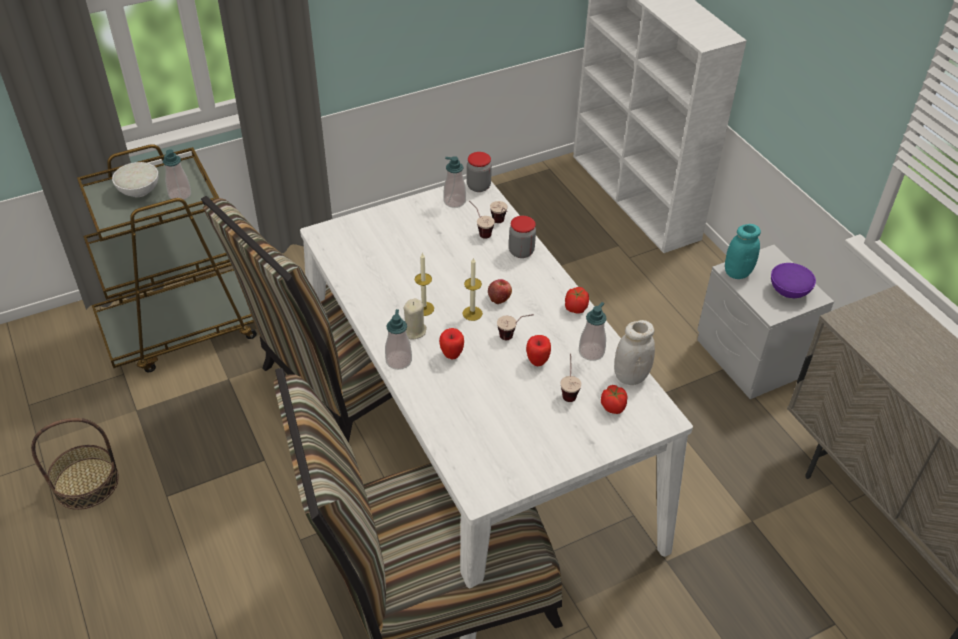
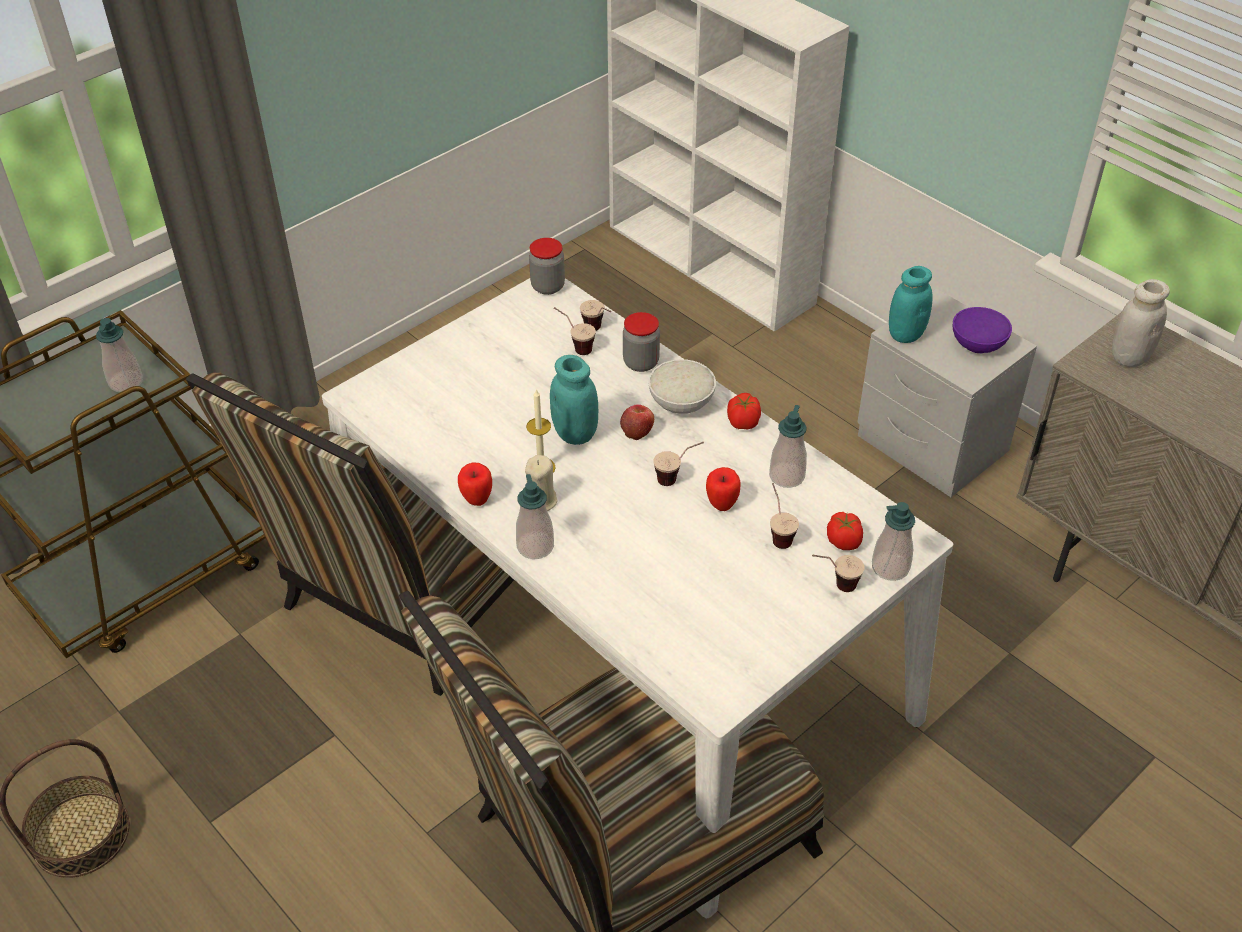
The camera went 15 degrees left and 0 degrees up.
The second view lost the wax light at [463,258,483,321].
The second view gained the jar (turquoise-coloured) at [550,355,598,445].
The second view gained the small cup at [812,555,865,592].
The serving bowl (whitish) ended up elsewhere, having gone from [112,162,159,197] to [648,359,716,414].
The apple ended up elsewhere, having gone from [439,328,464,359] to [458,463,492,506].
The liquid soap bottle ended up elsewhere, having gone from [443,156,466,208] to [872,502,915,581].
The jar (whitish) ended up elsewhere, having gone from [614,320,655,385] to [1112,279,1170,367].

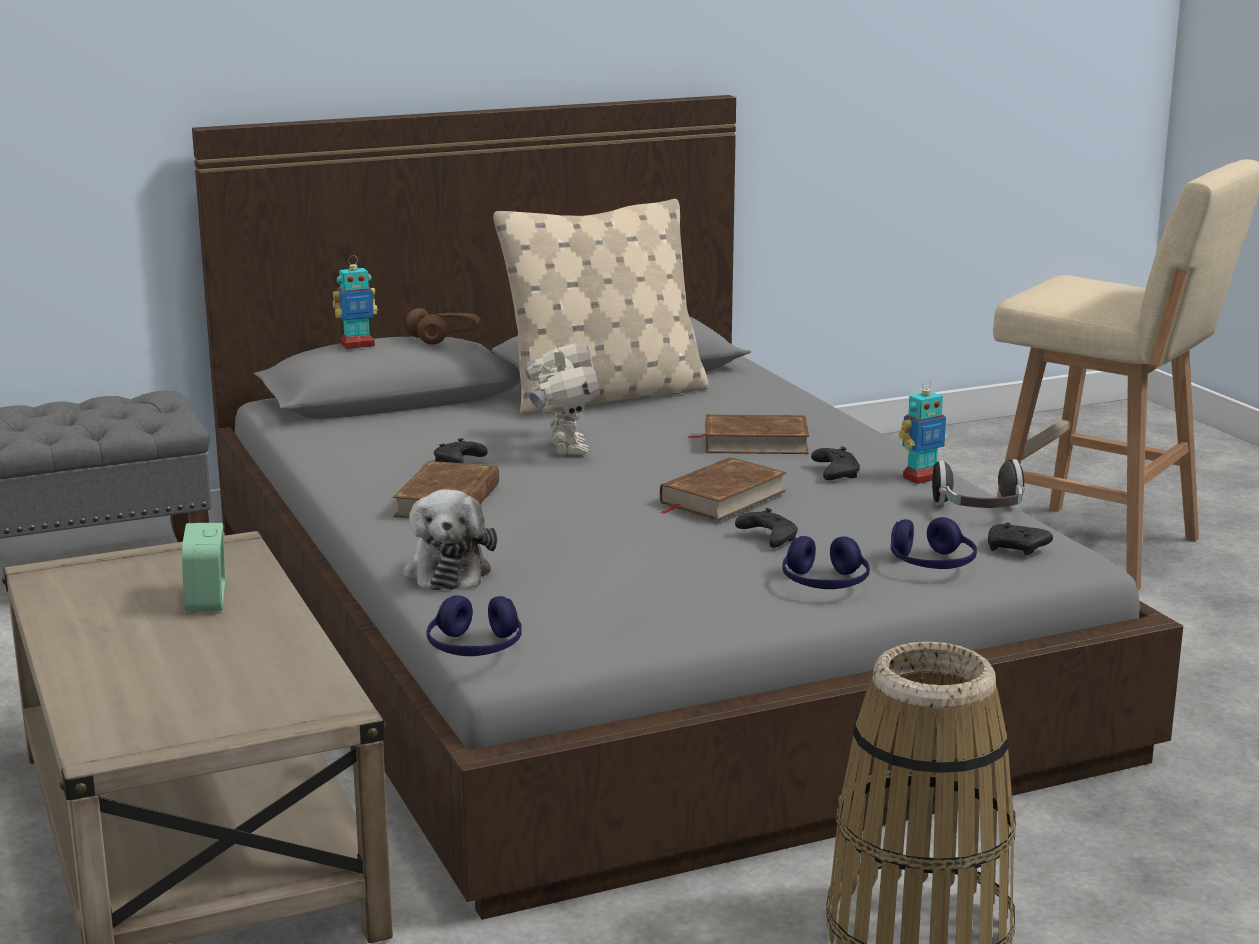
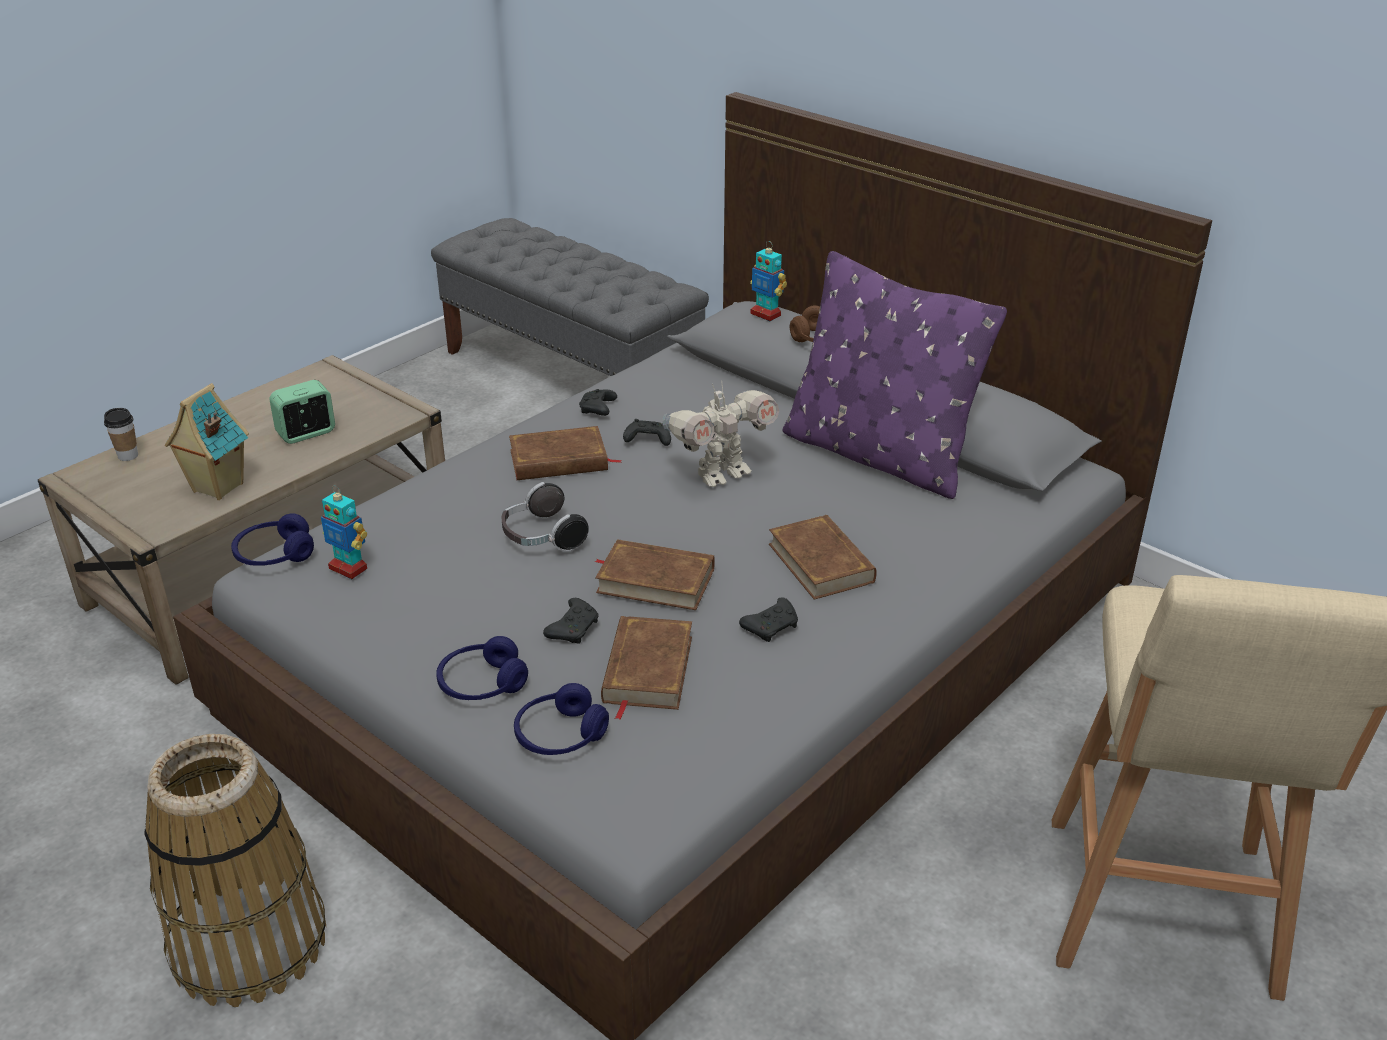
The camera went 65 degrees right and 15 degrees up.
The second view lost the cuddly toy at [403,489,497,590].
The second view gained the small cup at [104,408,138,461].
The second view gained the toy house at [165,383,249,500].
The second view gained the book (brown-coloured) at [601,616,692,720].
The toy robot ended up elsewhere, having gone from [899,379,947,484] to [321,486,367,579].
The headphones ended up elsewhere, having gone from [932,459,1025,508] to [502,482,589,552].
The joypad (black) ended up elsewhere, having gone from [988,523,1053,555] to [579,389,617,416].
What was the cushion (sand-coloured) at [493,199,709,415] turned into the cushion (purplish) at [783,251,1007,499].

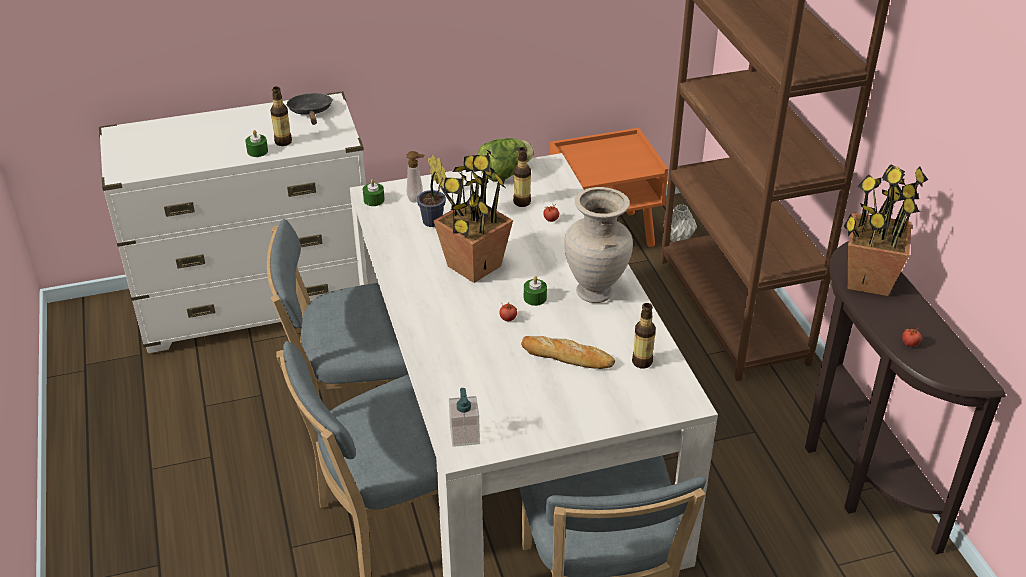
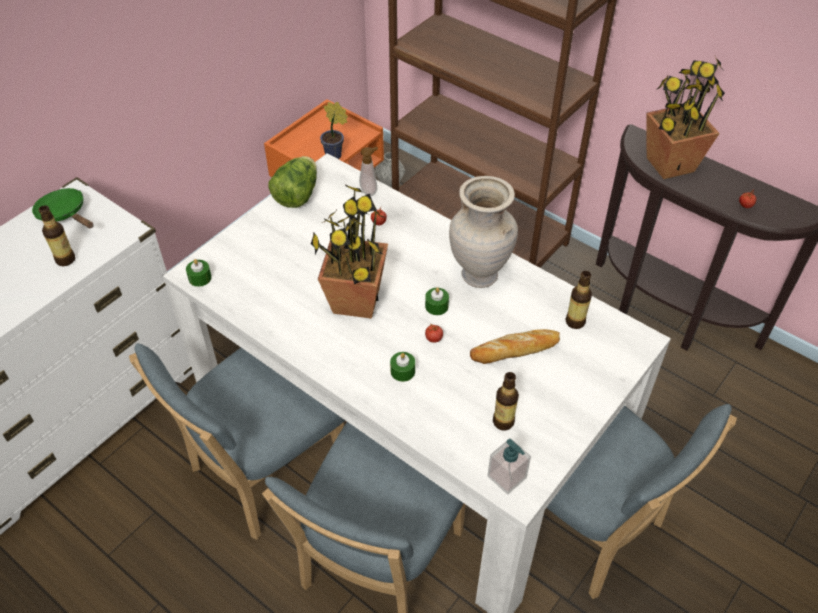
The camera went 35 degrees left and 10 degrees up.
The wax light (greenish) ended up elsewhere, having gone from [245,130,268,157] to [390,352,415,382].
The liquid soap bottle ended up elsewhere, having gone from [407,151,425,203] to [359,147,378,196].
The plant in a pot ended up elsewhere, having gone from [417,155,447,227] to [320,102,348,159].
The bottle ended up elsewhere, having gone from [513,147,531,207] to [493,372,519,430].
What was the pan (black) at [286,93,333,125] turned into the pan (greenish) at [32,188,94,228].

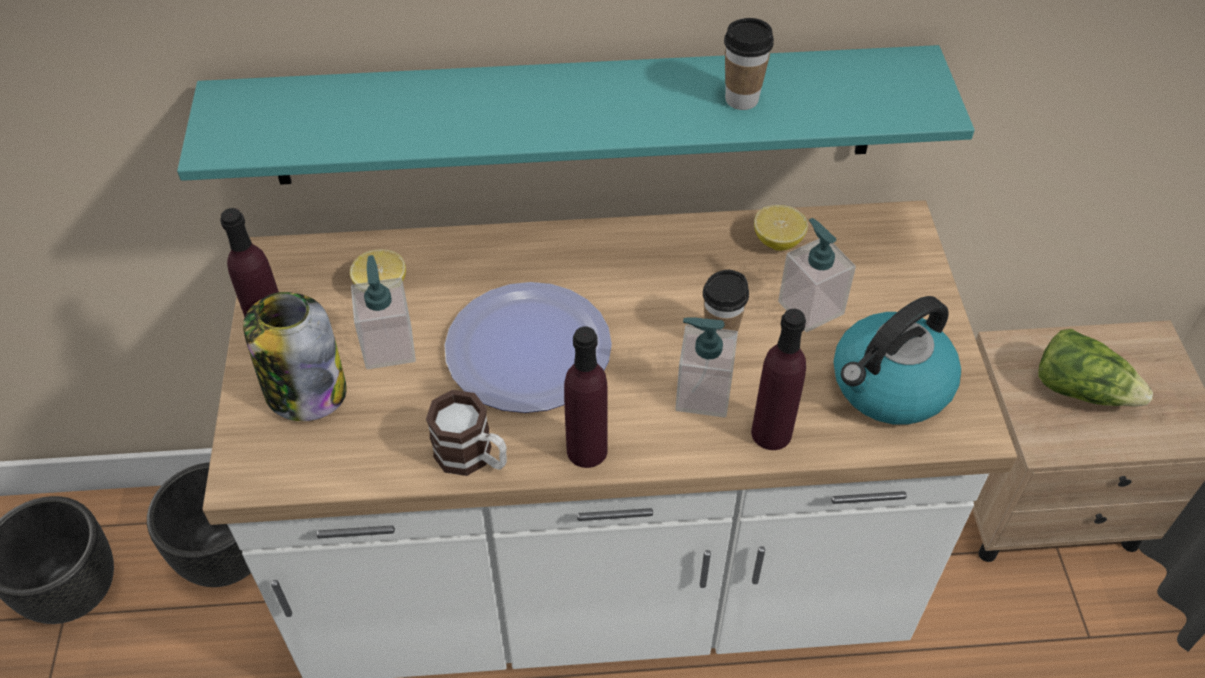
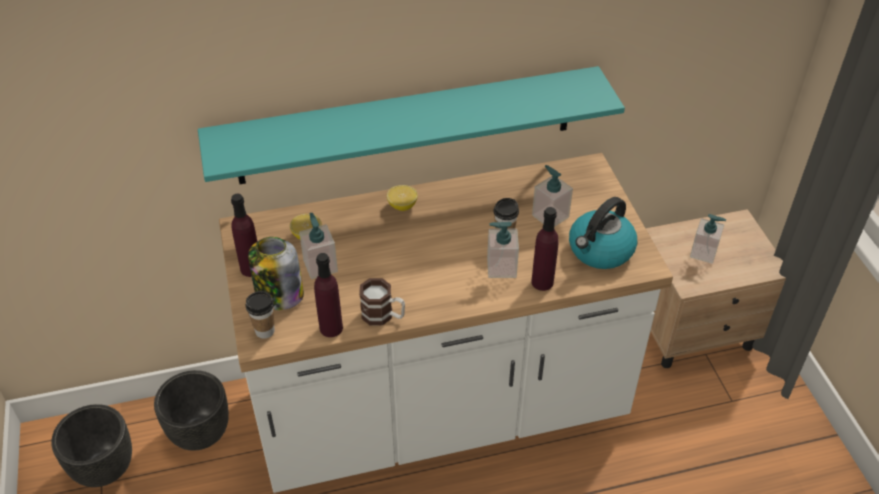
The camera went 10 degrees left and 5 degrees down.
The second view lost the flat dish at [445,282,612,413].
The bottle (purplish) ended up elsewhere, having gone from [564,327,608,468] to [314,253,343,337].
The small cup ended up elsewhere, having gone from [724,18,774,110] to [246,291,275,339].
The lemon ended up elsewhere, having gone from [754,205,808,251] to [387,185,418,211].
Where the lettuce stood at [1038,329,1153,406], the liquid soap bottle came to stand at [690,214,726,264].

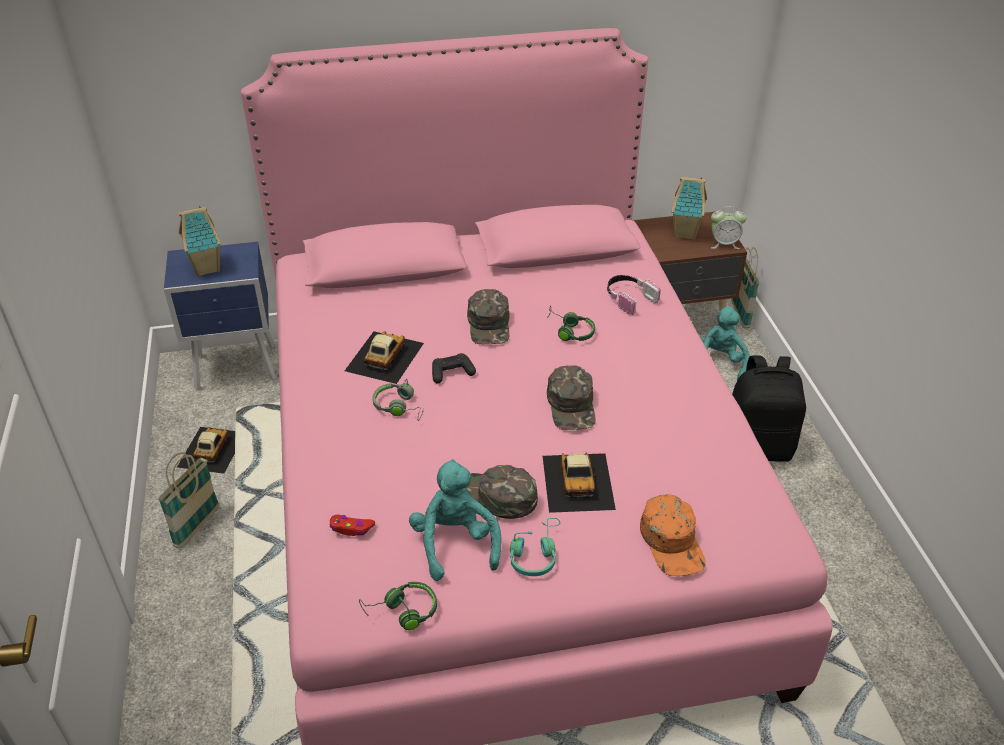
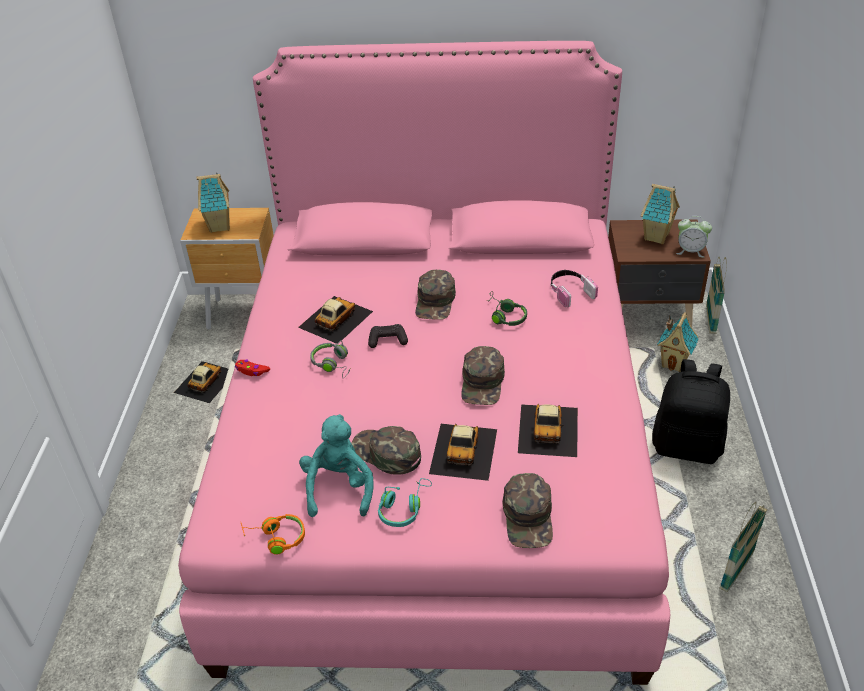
The camera went 15 degrees right and 0 degrees up.
The second view gained the model car at [518,404,578,457].
The household basket ended up elsewhere, having gone from [158,452,219,548] to [720,502,767,592].
The joypad (red-coloured) ended up elsewhere, having gone from [330,515,375,536] to [235,359,270,376].
Where the cuddly toy (turquoise-coloured) stood at [700,307,750,381], the toy house came to stand at [657,312,699,372].
What was the nightstand (blue) at [164,242,276,390] turned into the nightstand (brown-coloured) at [180,208,274,330].
What was the headphones (greenish) at [359,582,437,630] turned into the headphones (orange) at [241,514,305,555].
What was the baseball cap (orange) at [640,494,706,576] turned into the baseball cap (greenish) at [503,473,553,548].

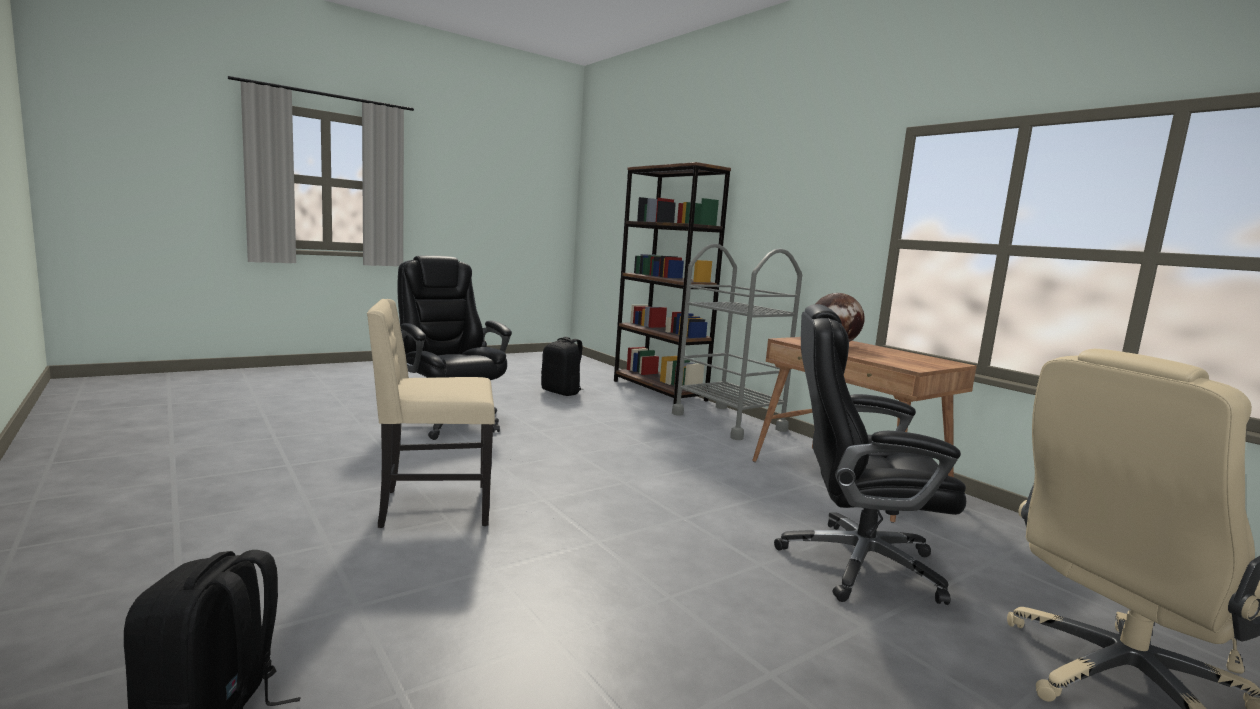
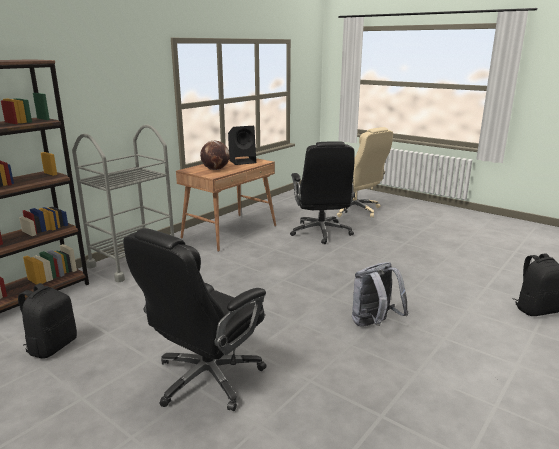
The camera went 105 degrees left and 10 degrees up.
The second view gained the audio speaker (black) at [228,126,256,165].
Where the upright chair (sand-coloured) stood at [367,299,495,528], the backpack (grey) came to stand at [352,262,409,327].

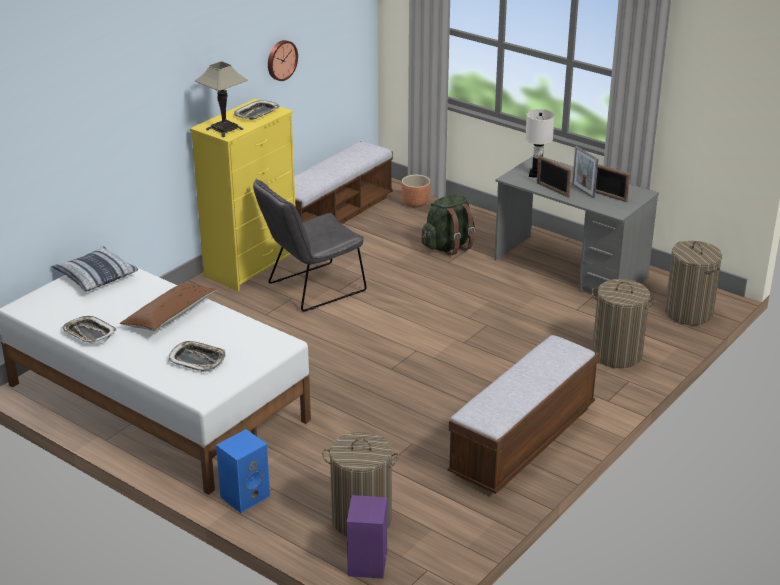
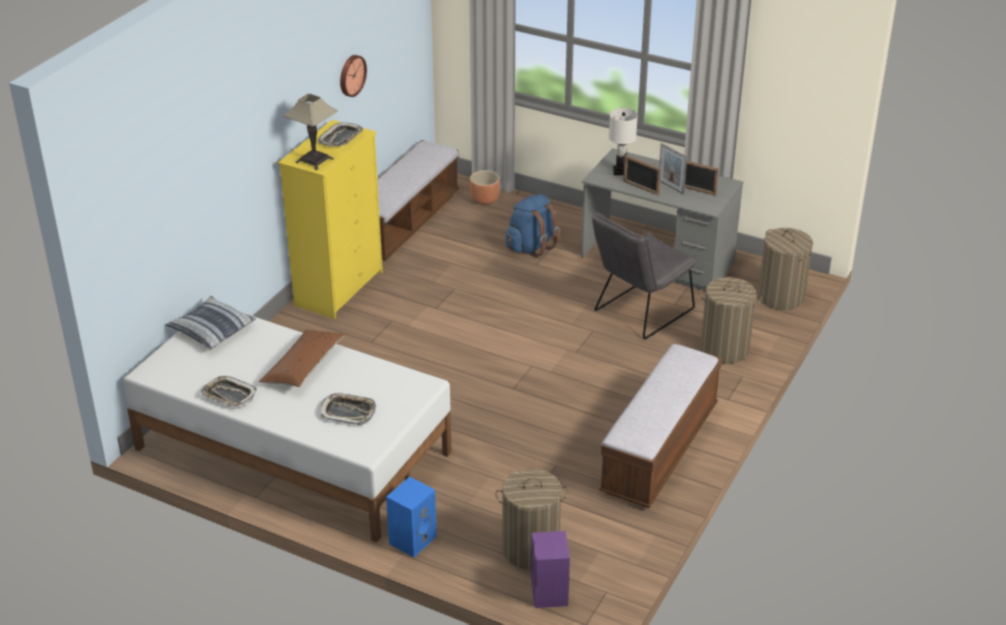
The camera went 10 degrees left and 5 degrees up.
The upright chair (grey) ended up elsewhere, having gone from [253,178,367,312] to [592,211,697,339].
What was the backpack (greenish) at [421,195,475,256] turned into the backpack (blue) at [506,195,560,257].

